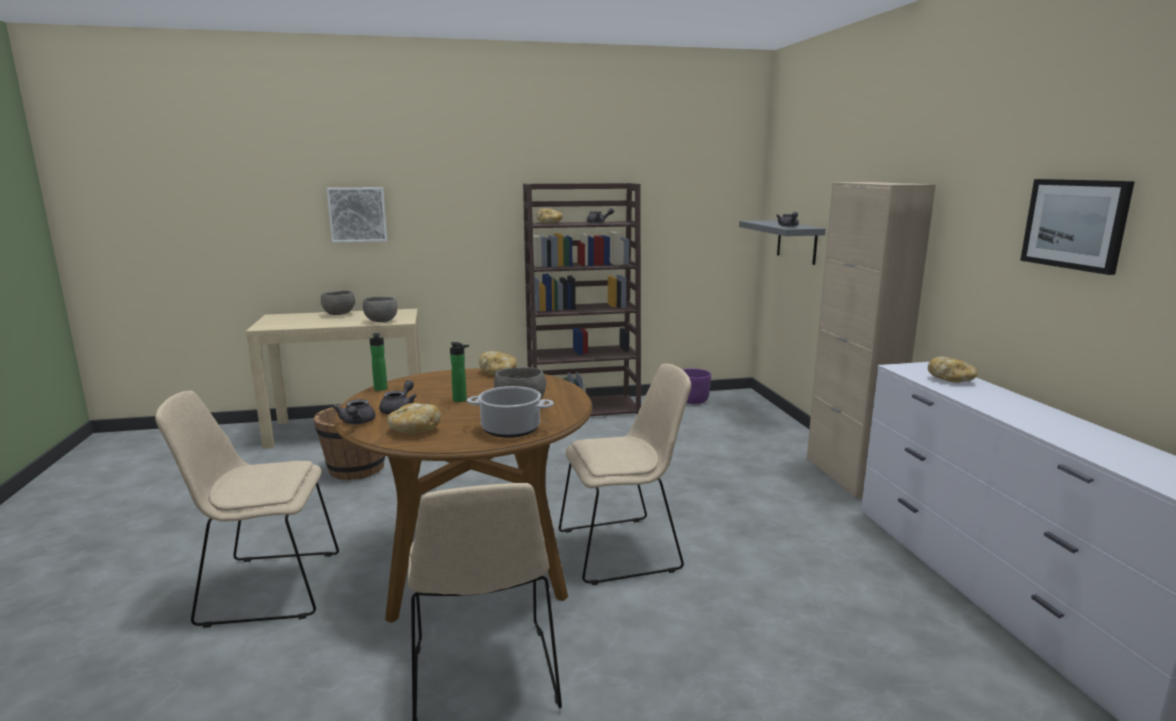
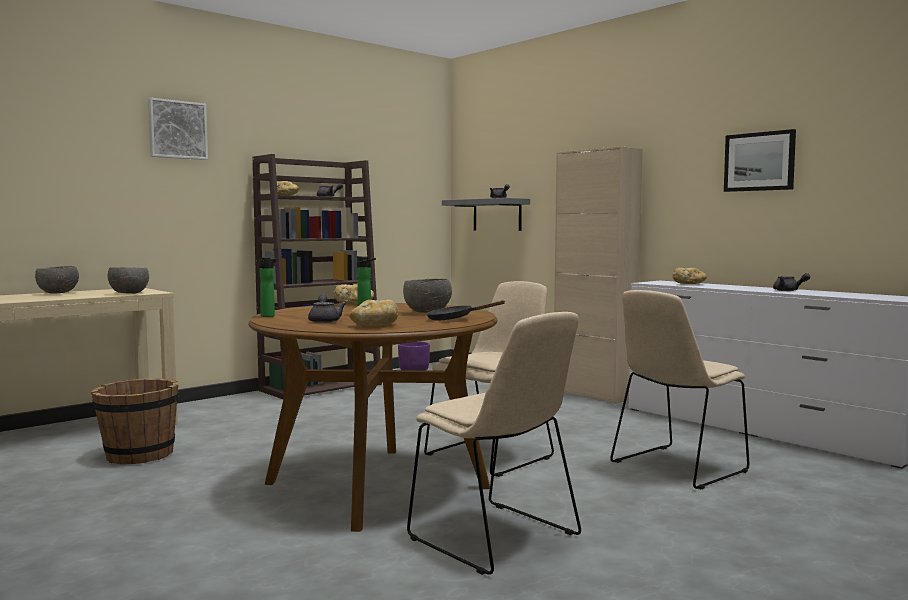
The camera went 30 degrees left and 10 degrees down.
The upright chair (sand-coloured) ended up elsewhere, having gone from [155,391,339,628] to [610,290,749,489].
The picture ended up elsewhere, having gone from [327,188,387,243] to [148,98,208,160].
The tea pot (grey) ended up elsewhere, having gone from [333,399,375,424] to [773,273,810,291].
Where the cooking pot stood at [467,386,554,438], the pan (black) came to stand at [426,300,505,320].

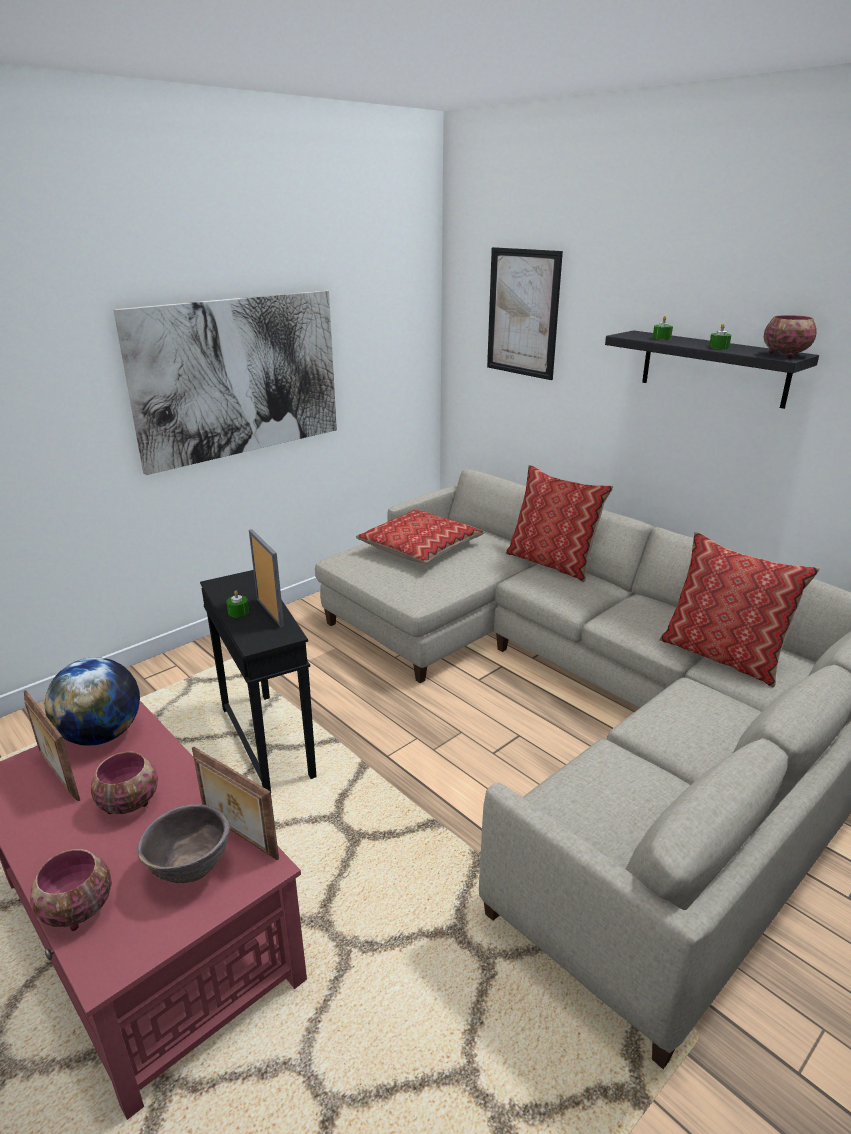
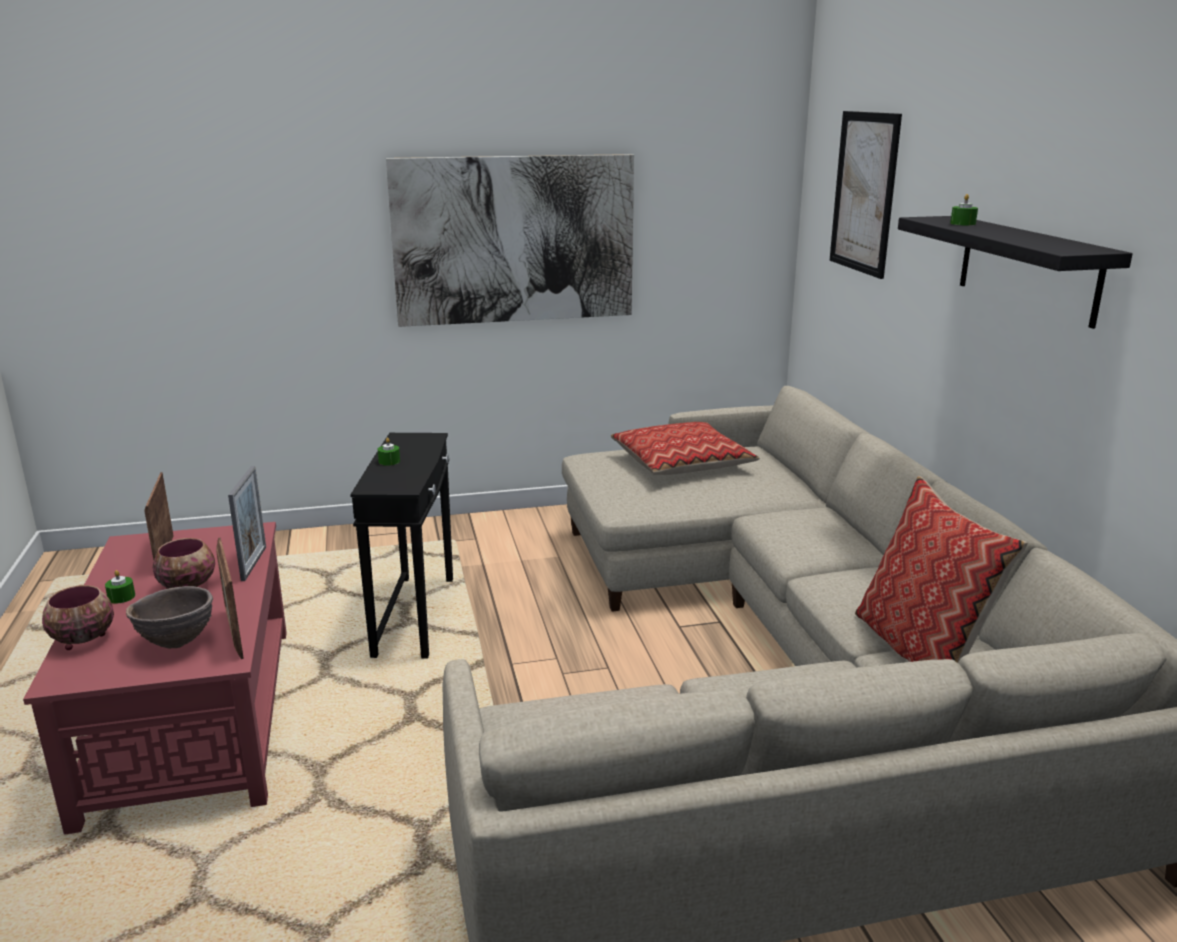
The camera went 30 degrees right and 5 degrees down.
The second view lost the desk globe at [45,657,140,746].
The second view lost the cushion at [506,465,613,582].
The second view lost the serving bowl at [764,315,817,358].
The photo frame ended up elsewhere, having gone from [249,529,284,628] to [228,466,266,581].
The wax light (greenish) ended up elsewhere, having gone from [709,324,731,349] to [105,570,135,604].

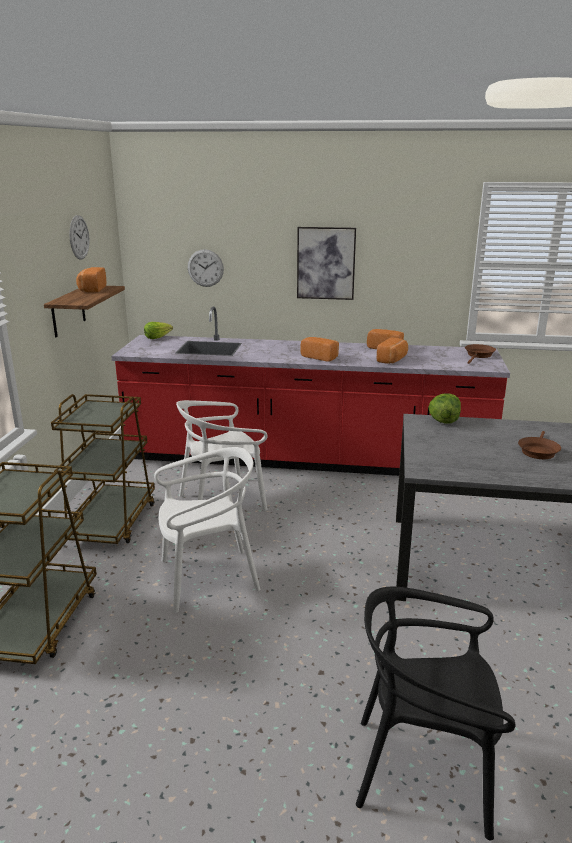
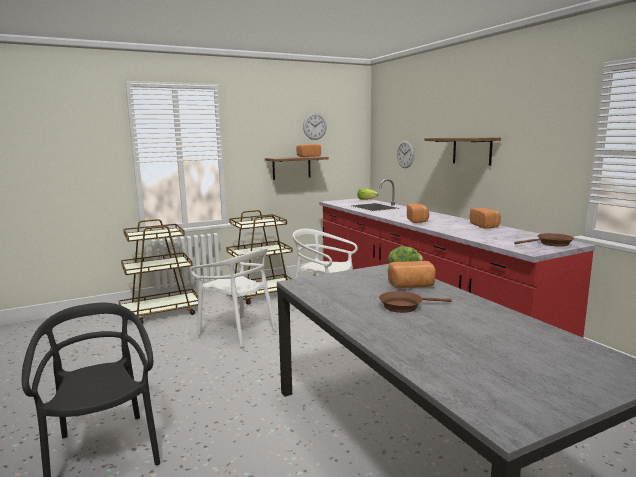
The camera went 55 degrees right and 10 degrees down.
The bread ended up elsewhere, having gone from [377,337,408,364] to [388,261,436,288].
Where the picture hung at [297,227,356,300], the shelf came to hang at [424,138,501,166].

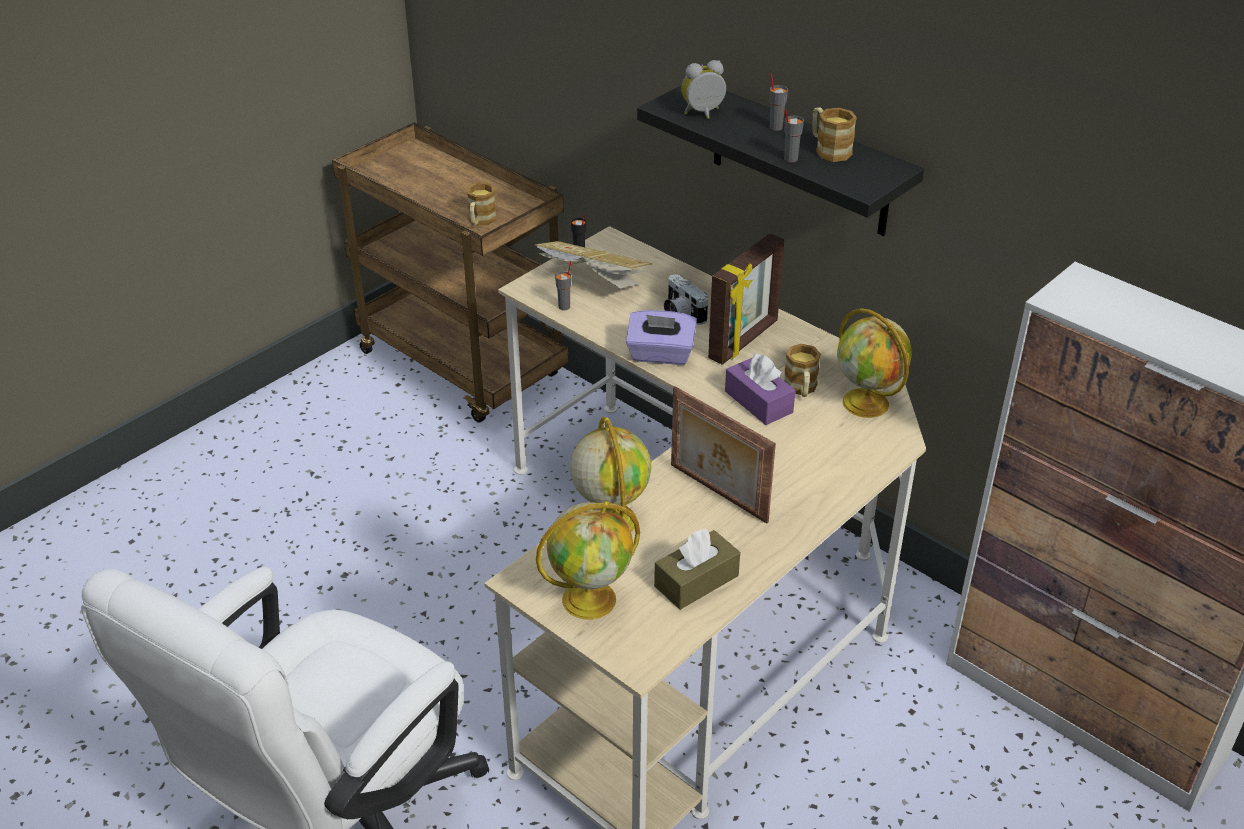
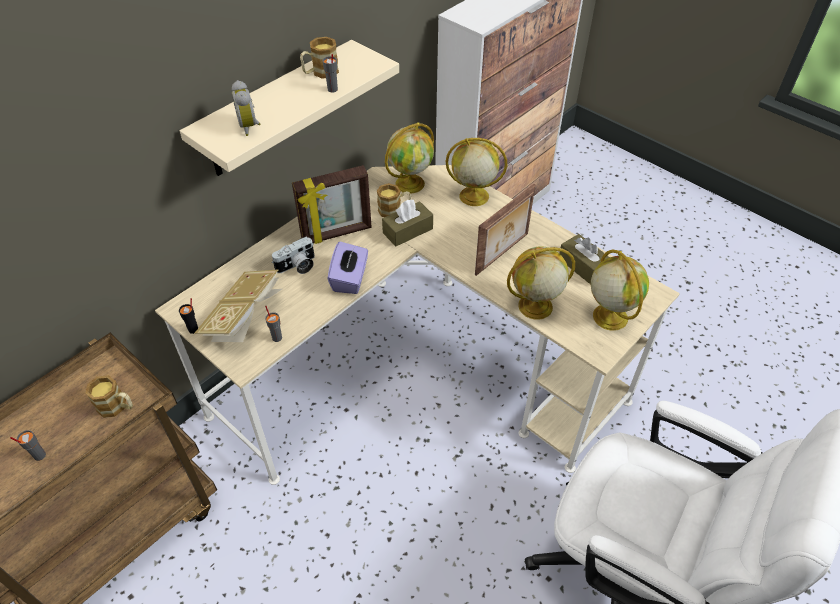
The camera went 90 degrees left and 10 degrees up.
The second view gained the desk globe at [445,138,507,206].
The small cup (grey) ended up elsewhere, having gone from [770,73,788,131] to [10,430,46,461].
What was the shelf (black) at [637,85,924,236] turned into the shelf (sand-coloured) at [180,40,399,176].
What was the tissue holder (purplish) at [725,353,795,425] turned into the tissue holder (brown-coloured) at [382,200,433,246].
The photo frame at [708,233,784,365] ended up facing another way, 120 degrees clockwise from before.

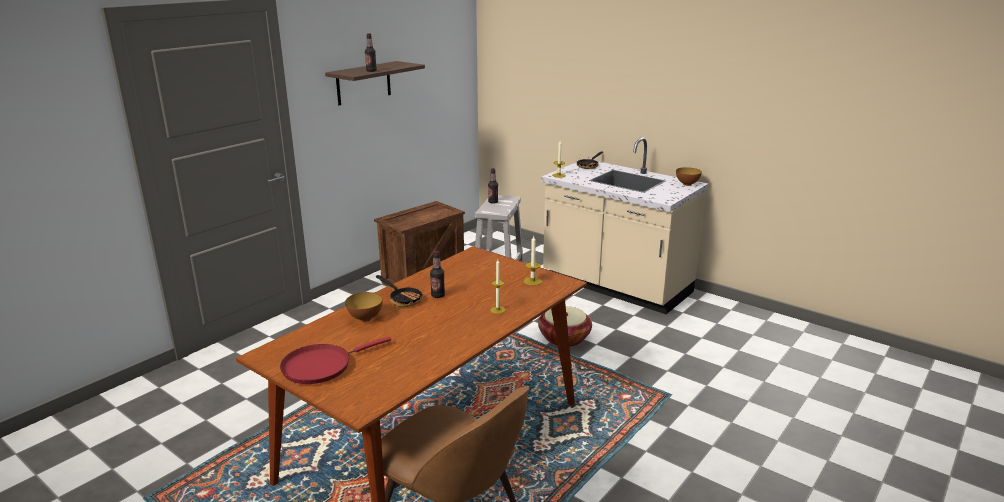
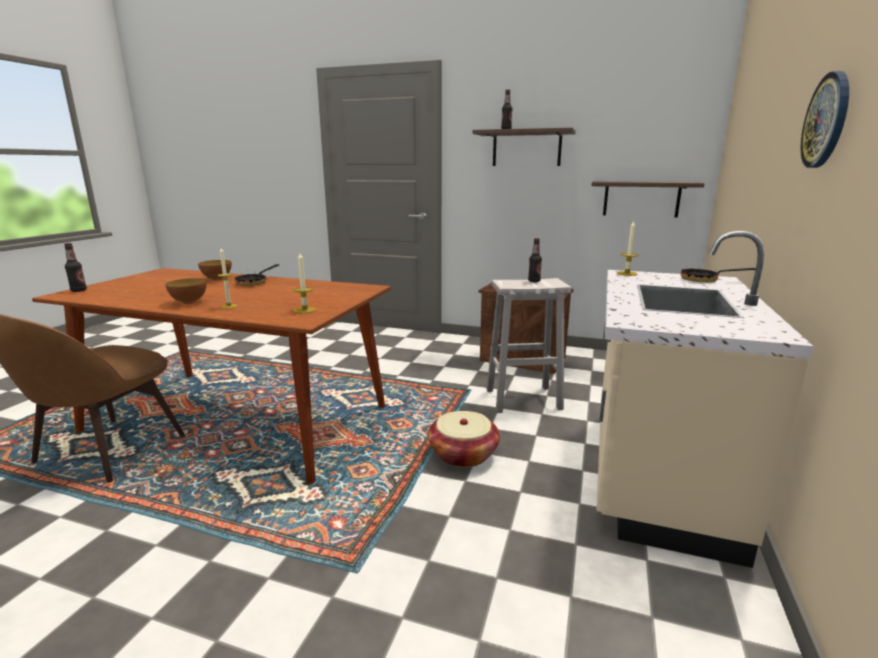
The camera went 70 degrees right and 5 degrees down.
The second view lost the pan (red-coloured) at [280,336,391,384].
The second view gained the shelf at [592,181,704,217].
The second view gained the hanging clock at [800,71,849,168].
The bottle ended up elsewhere, having gone from [430,250,445,298] to [64,243,87,292].
The serving bowl ended up elsewhere, having gone from [676,167,702,186] to [165,278,207,304].

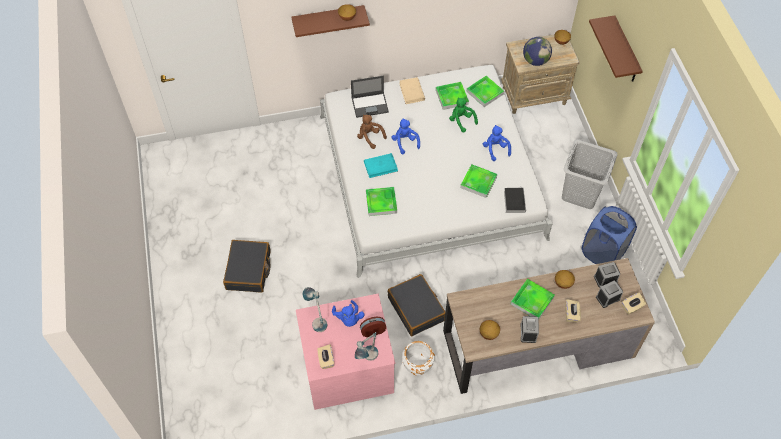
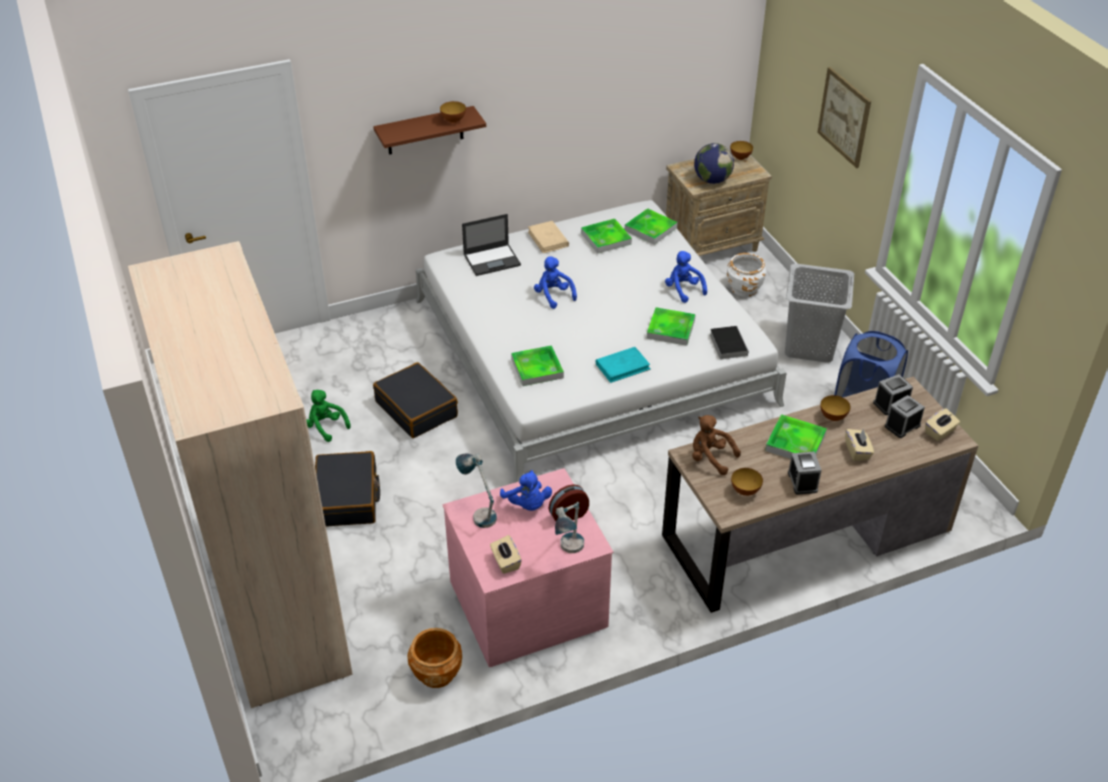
The camera went 10 degrees left and 15 degrees down.
The second view gained the armoire (sand-coloured) at [128,241,353,708].
The second view gained the planter (brown-coloured) at [407,628,462,688].
The cuddly toy (brown-coloured) ended up elsewhere, having gone from [357,114,387,149] to [692,415,741,475].
The book (turquoise-coloured) ended up elsewhere, having gone from [364,153,398,178] to [596,347,651,383].
The suitcase (black) ended up elsewhere, having gone from [388,274,445,336] to [373,362,458,438].
The planter (whitish) ended up elsewhere, having gone from [402,341,435,375] to [726,253,766,297].
The cuddly toy (greenish) ended up elsewhere, having gone from [449,98,478,133] to [306,390,351,442].
Where the shelf (brown-coloured) hung at [589,15,643,82], the picture came to hang at [817,67,871,168].

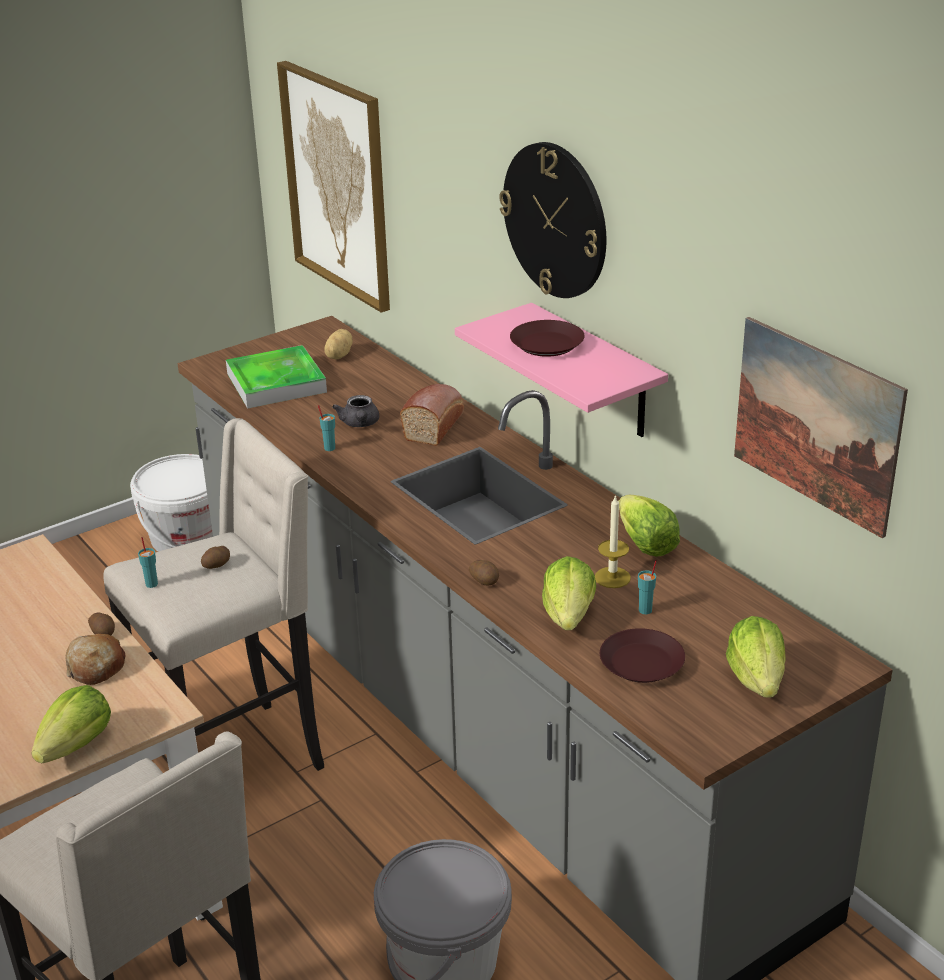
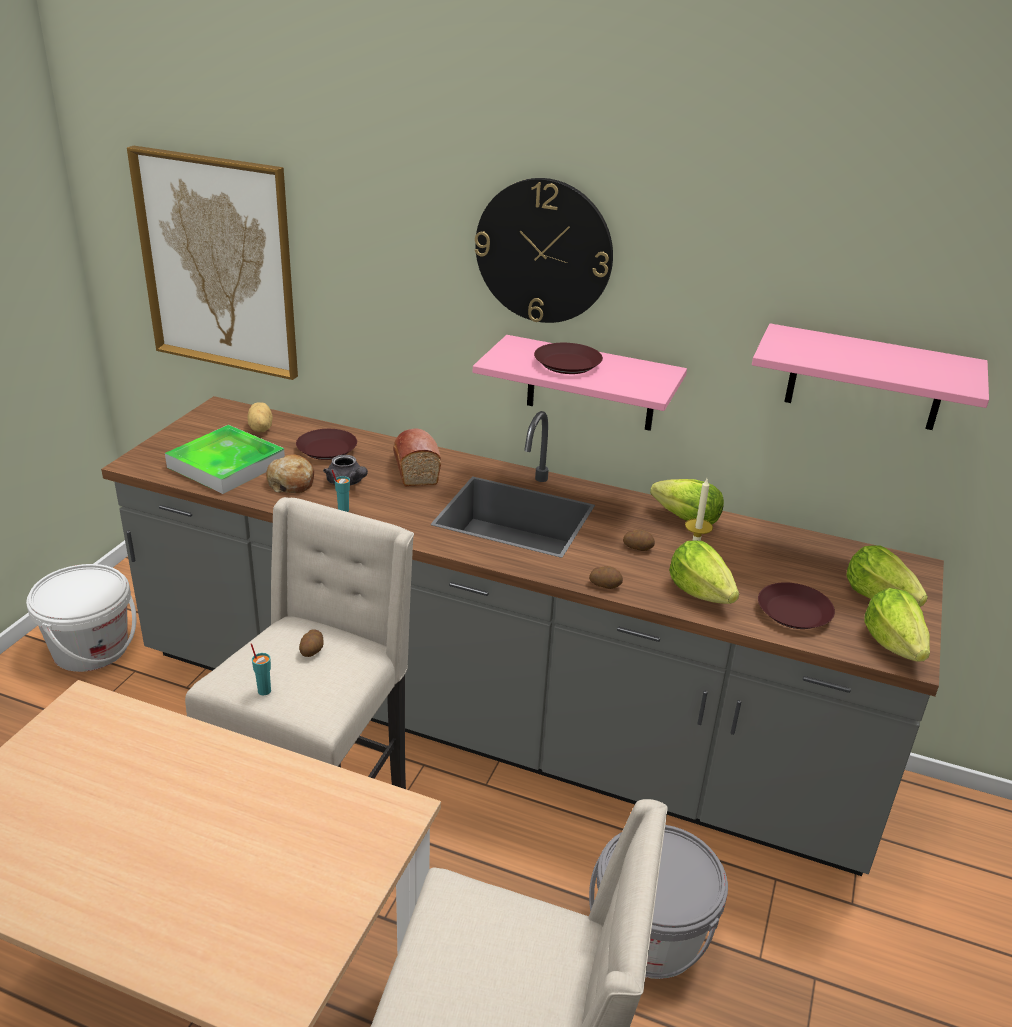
The camera went 35 degrees left and 0 degrees up.
The second view lost the small cup (turquoise-coloured) at [638,560,657,614].
The second view gained the flat dish (brown-coloured) at [296,429,357,460].
The lettuce ended up elsewhere, having gone from [31,685,111,764] to [864,588,930,662].
The bread ended up elsewhere, having gone from [65,634,126,685] to [266,454,314,493].
The potato ended up elsewhere, having gone from [88,613,115,635] to [623,530,655,551].
Where the picture hung at [734,317,908,538], the shelf (pink) came to hang at [752,323,989,430].

